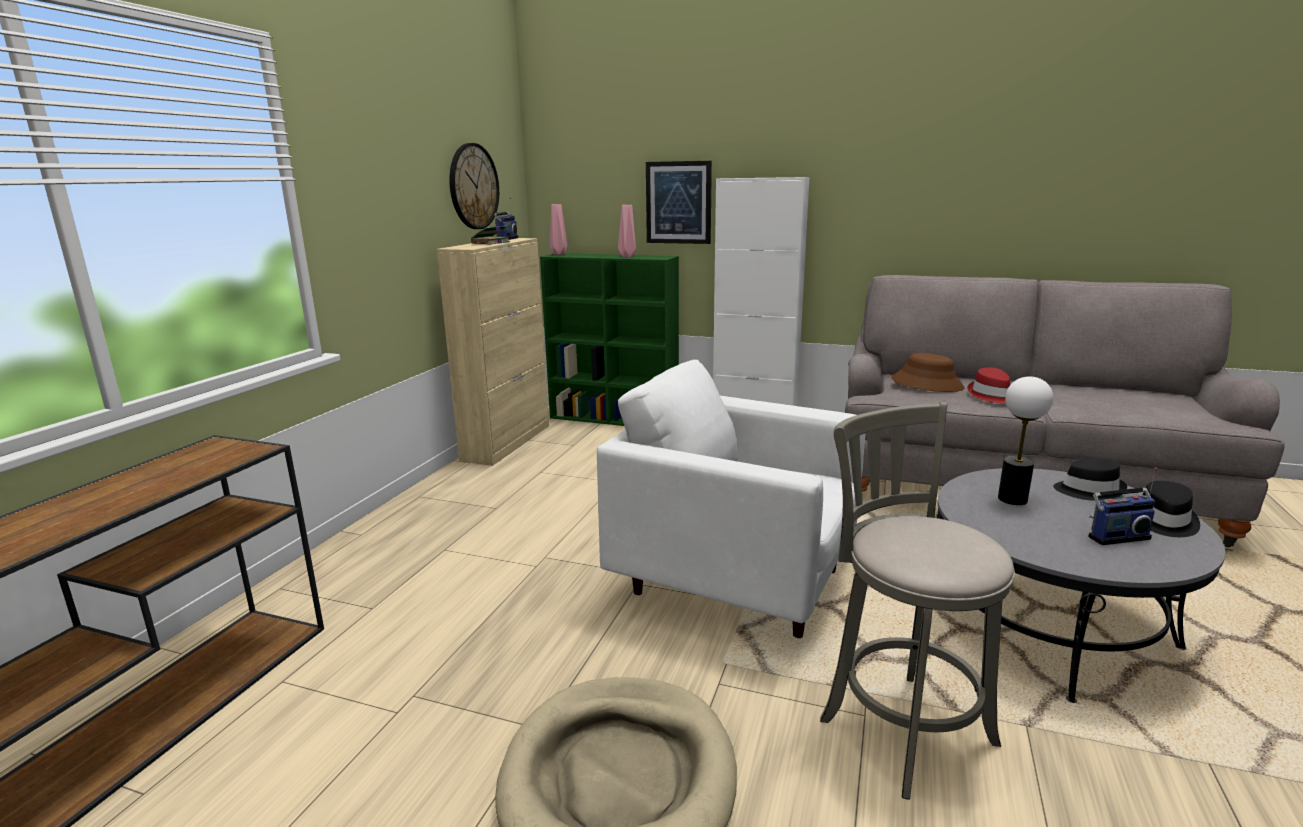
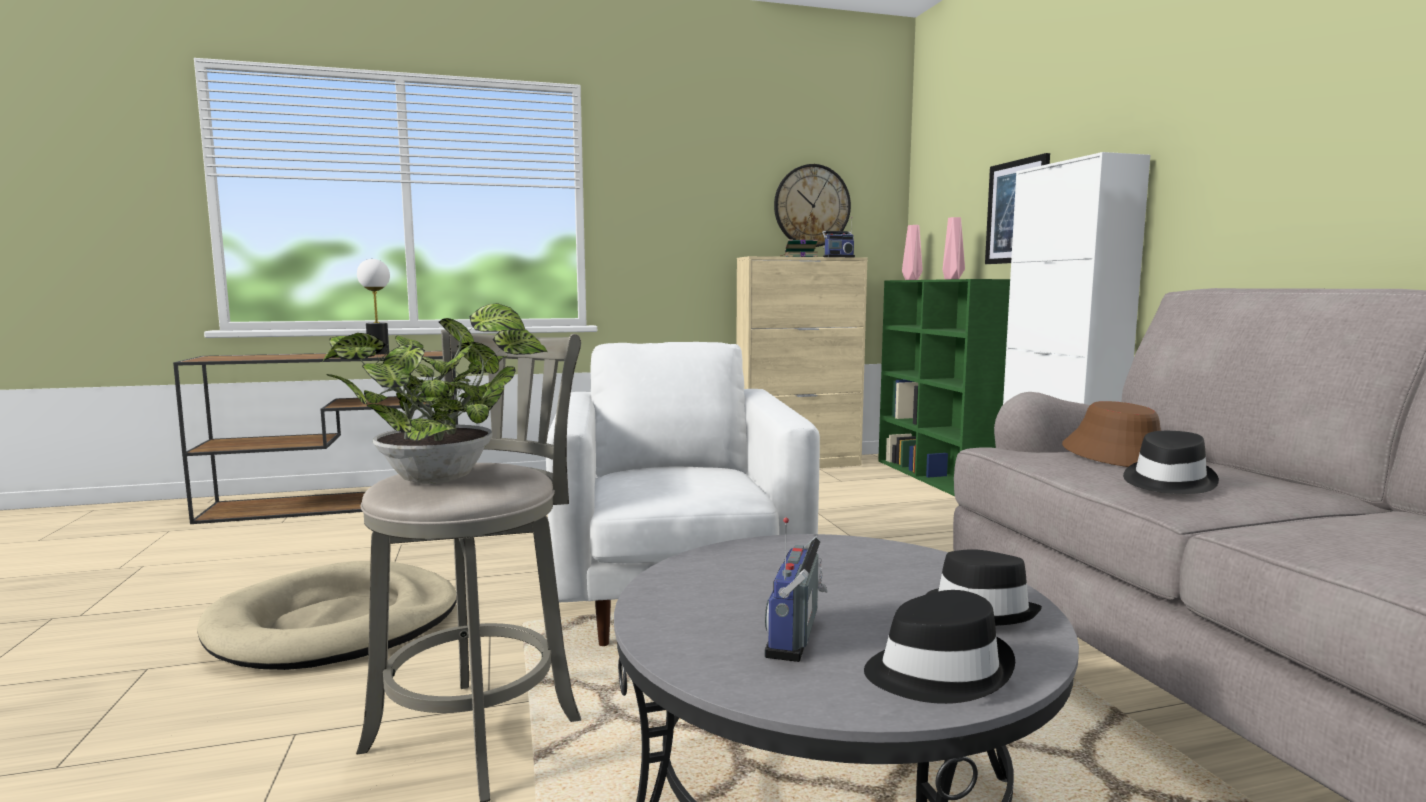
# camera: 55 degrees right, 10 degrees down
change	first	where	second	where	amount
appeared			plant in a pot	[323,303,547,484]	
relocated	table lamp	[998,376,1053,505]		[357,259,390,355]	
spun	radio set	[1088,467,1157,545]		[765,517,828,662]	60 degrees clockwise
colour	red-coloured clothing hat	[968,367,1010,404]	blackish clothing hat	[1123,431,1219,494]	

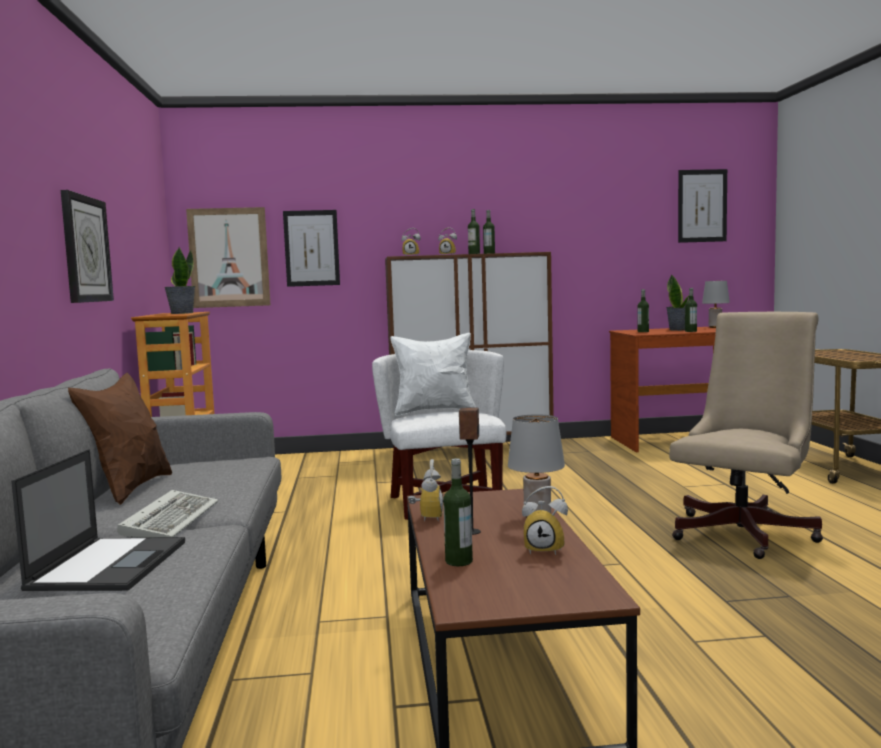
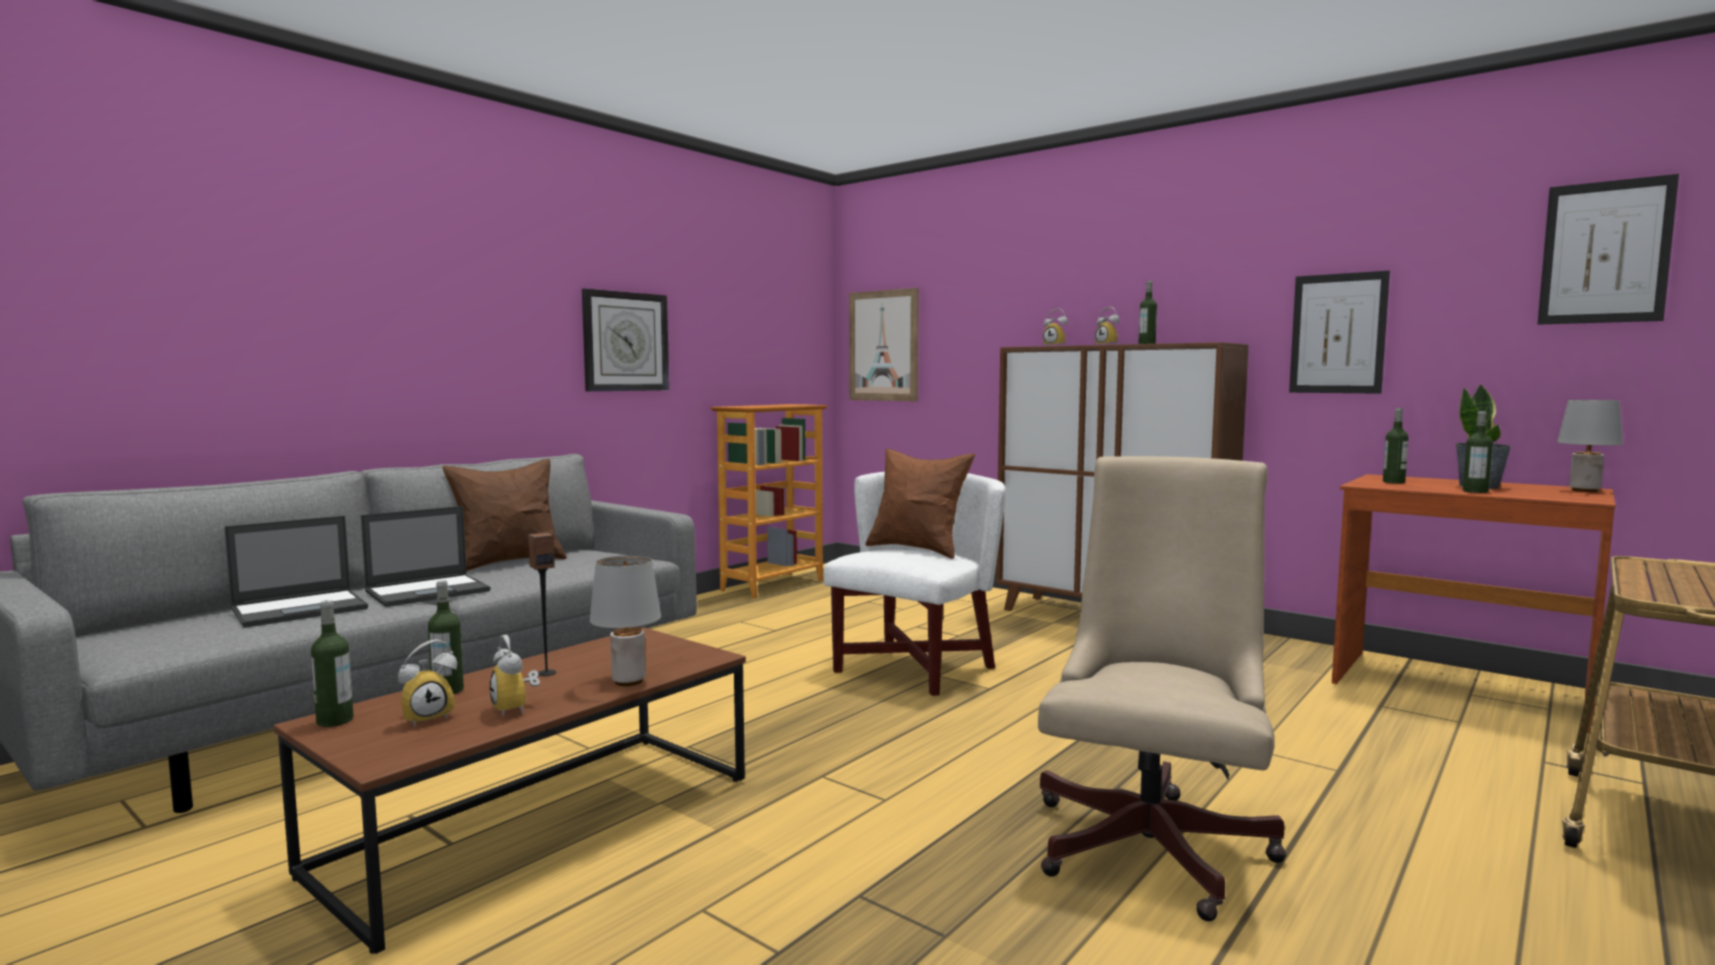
# camera: 45 degrees right, 0 degrees up
change	first	where	second	where	amount
relocated	drink bottle	[468,209,480,254]		[311,600,354,727]	
exchanged	keyboard	[117,490,218,538]	notebook computer	[361,506,491,607]	
relocated	table clock	[408,459,443,522]		[398,639,457,727]	
colour	white-coloured pillow	[390,332,476,416]	brownish pillow	[865,449,975,559]	
spun	beige desk chair	[669,312,823,559]		[1038,456,1287,922]	60 degrees counterclockwise
relocated	wall picture	[283,210,340,287]		[1289,271,1390,394]	
missing	plant in a pot	[164,247,196,314]			

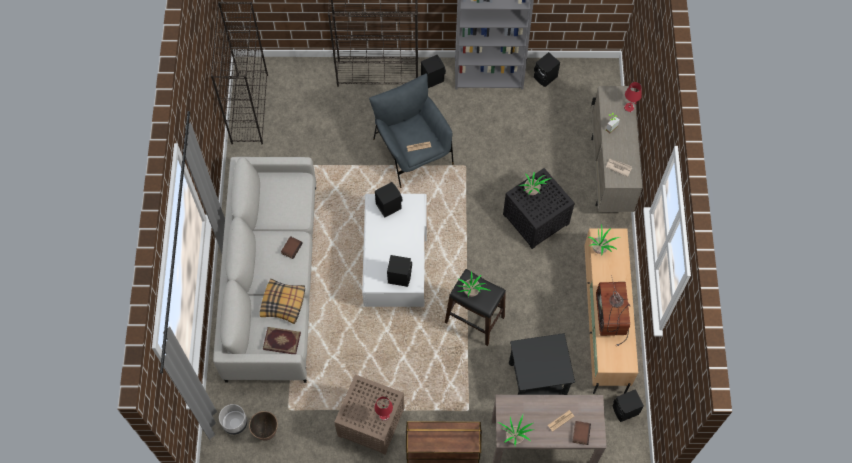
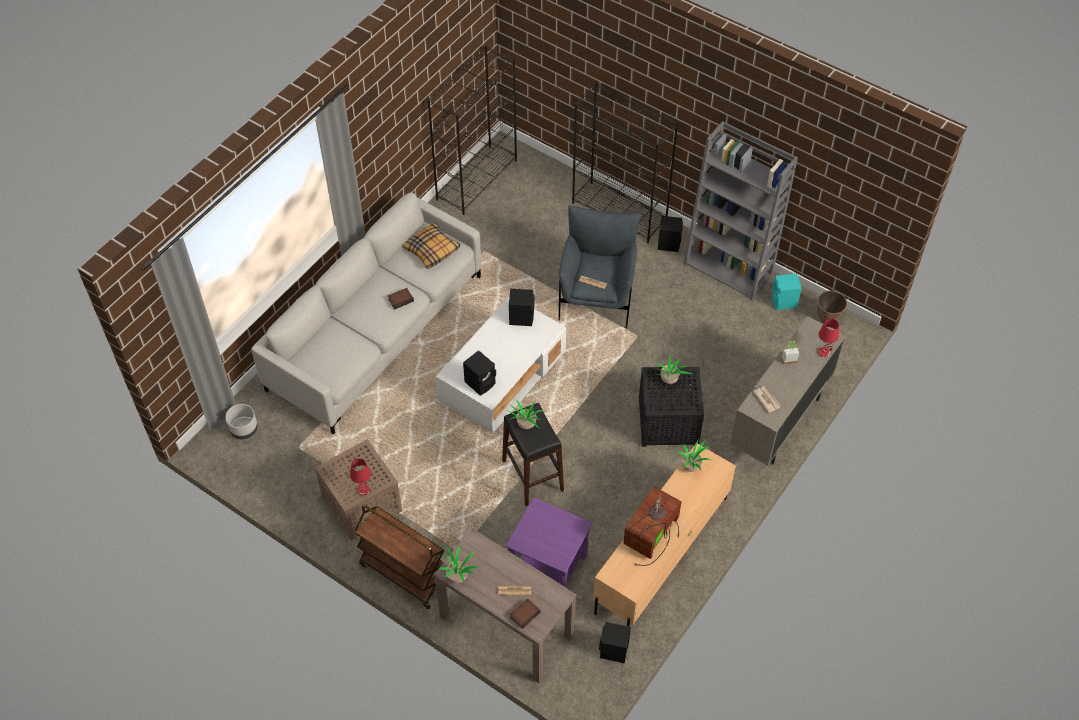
# camera: 35 degrees right, 10 degrees down
change	first	where	second	where	amount
relocated	pillow	[260,279,305,324]		[403,223,460,269]	
colour	blackish side table	[509,333,575,395]	purple-coloured side table	[506,497,592,588]	
colour	blackish audio speaker	[534,52,560,87]	blue-green audio speaker	[772,273,802,310]	
relocated	plant pot	[249,411,278,441]		[817,291,847,322]	
missing	volume	[263,327,301,354]			

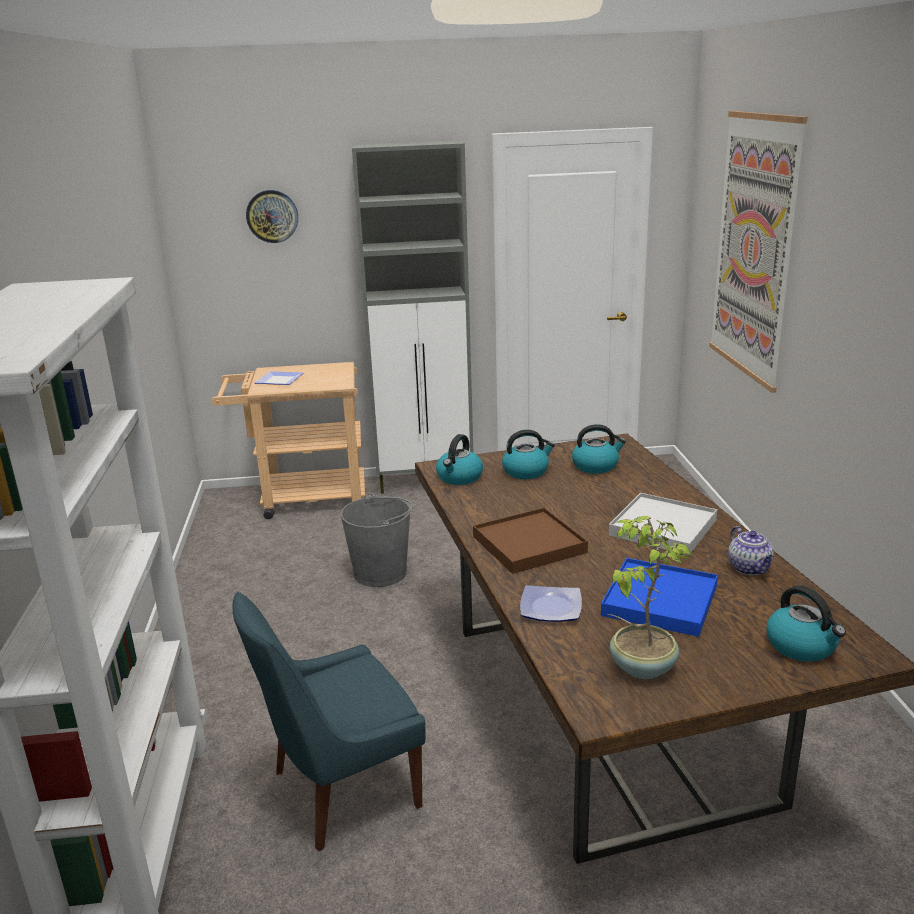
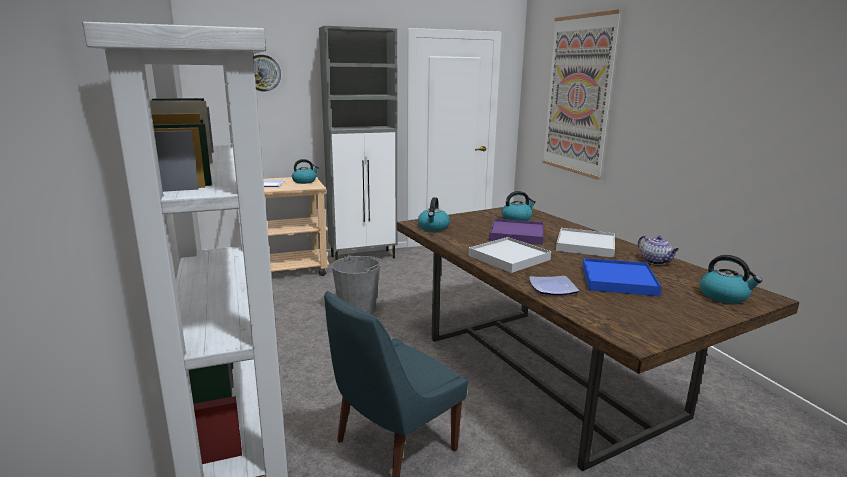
# camera: 15 degrees left, 5 degrees down
change	first	where	second	where	amount
relocated	water kettle	[502,430,555,479]		[292,159,319,184]	
colour	brownish carrying tray	[473,508,588,574]	white-coloured carrying tray	[469,237,551,273]	
appeared			purple-coloured carrying tray	[489,219,544,245]	
missing	plant in a pot	[607,516,693,679]			

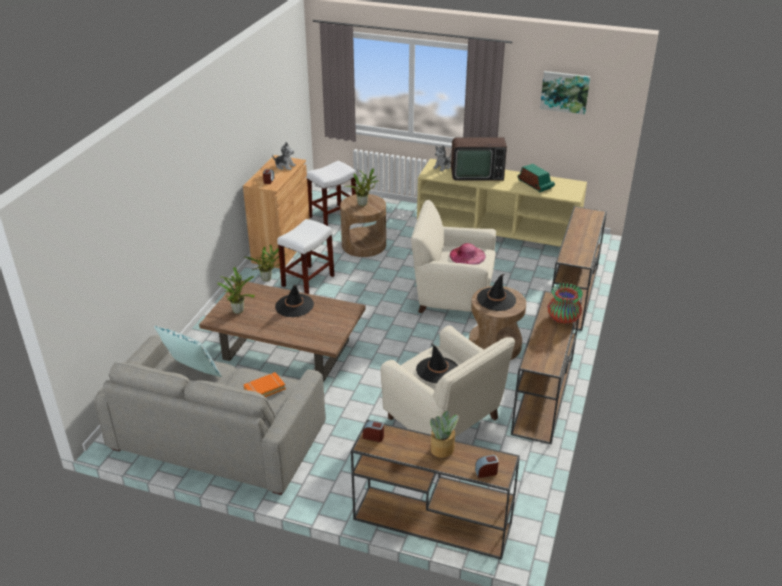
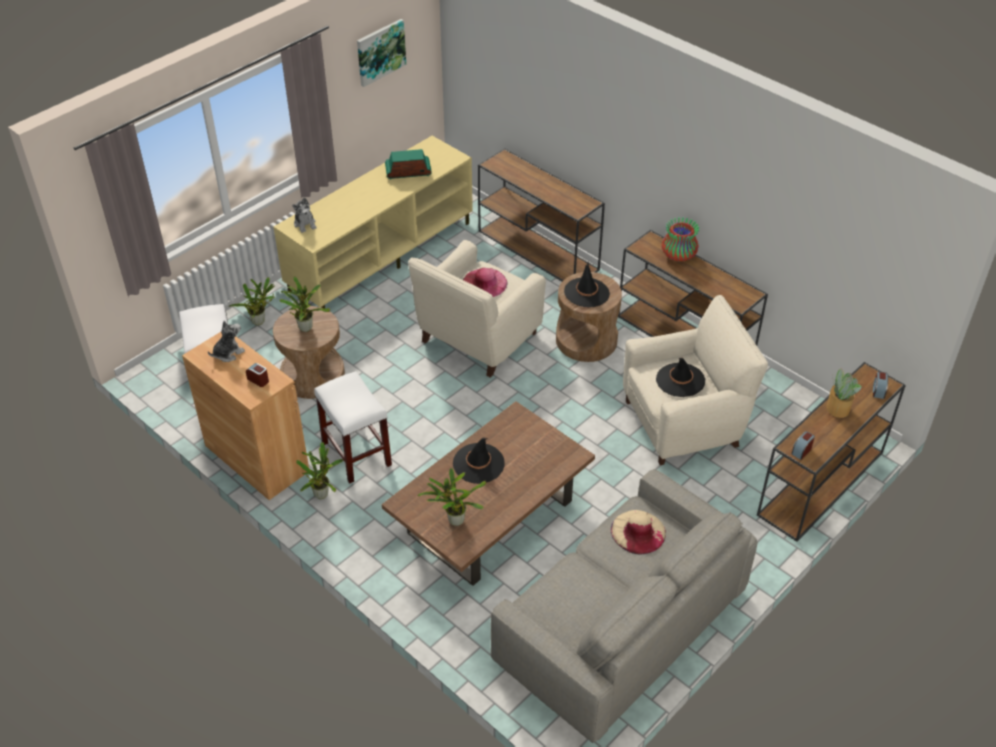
# camera: 65 degrees left, 10 degrees up
change	first	where	second	where	amount
appeared			plant in a pot	[229,277,275,326]	
exchanged	orangey volume	[244,372,286,397]	beige clothing hat	[611,510,666,555]	
missing	pillow	[154,326,222,377]			
missing	TV set	[451,137,507,181]			

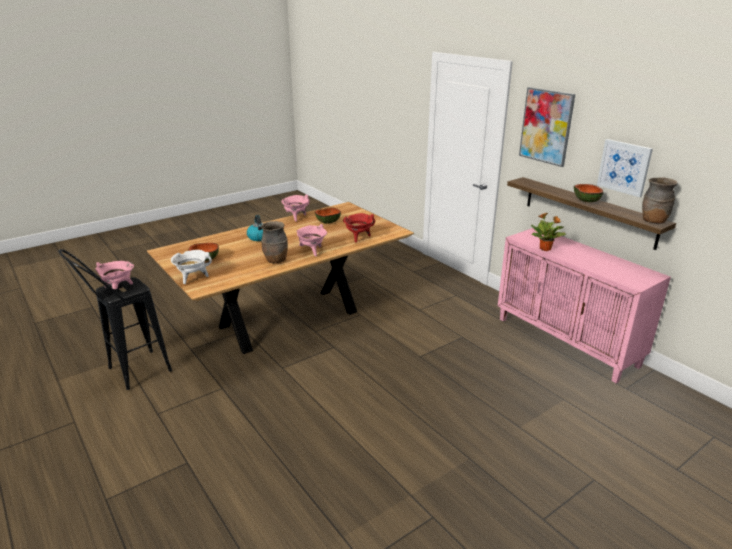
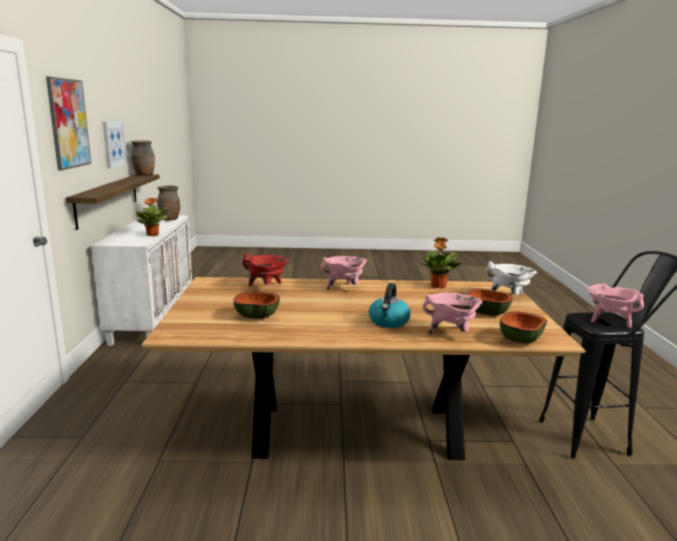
# camera: 145 degrees left, 10 degrees down
change	first	where	second	where	amount
colour	pink-coloured storage cabinet	[498,228,671,383]	white-coloured storage cabinet	[91,215,192,346]	
relocated	brownish vase	[261,221,288,264]		[157,186,180,220]	
appeared			plant in a pot	[420,237,462,288]	
relocated	pink-coloured cooking pot	[281,195,310,222]		[422,292,483,334]	
relocated	bowl	[574,184,603,202]		[500,311,547,344]	

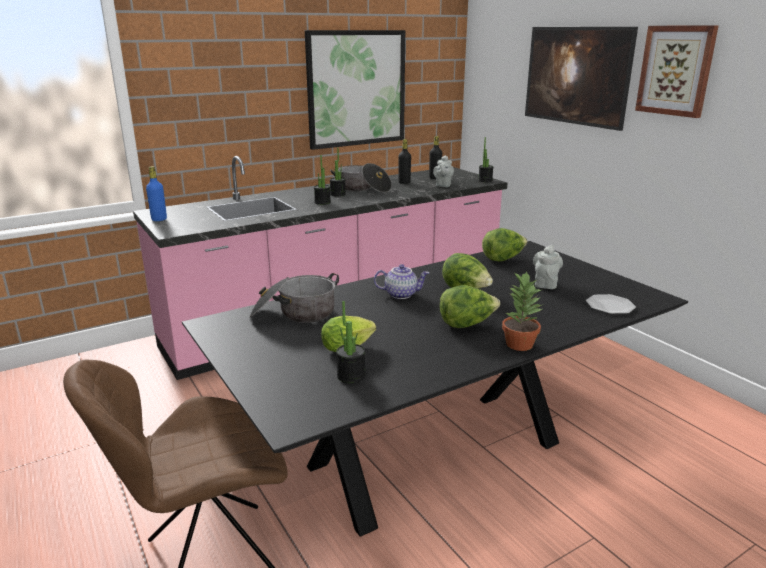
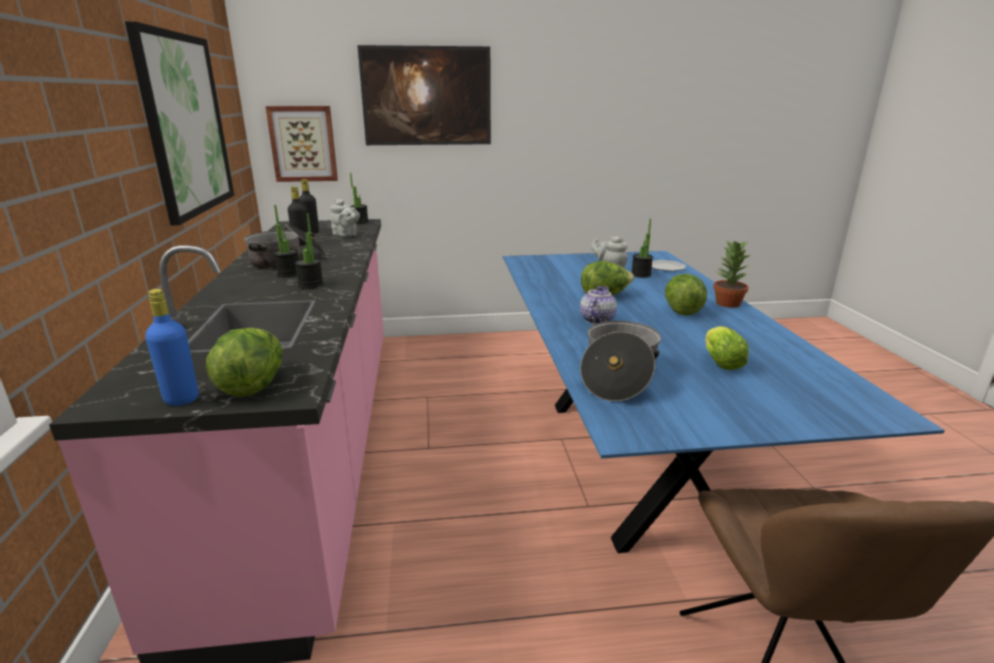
# camera: 65 degrees left, 0 degrees up
change	first	where	second	where	amount
relocated	head of lettuce	[482,228,527,261]		[206,328,282,397]	
relocated	wall picture	[635,25,719,118]		[265,106,338,182]	
colour	blackish dinner table	[182,241,688,537]	bluish dinner table	[503,251,945,553]	
relocated	plant in a pot	[336,301,366,383]		[632,219,653,278]	

